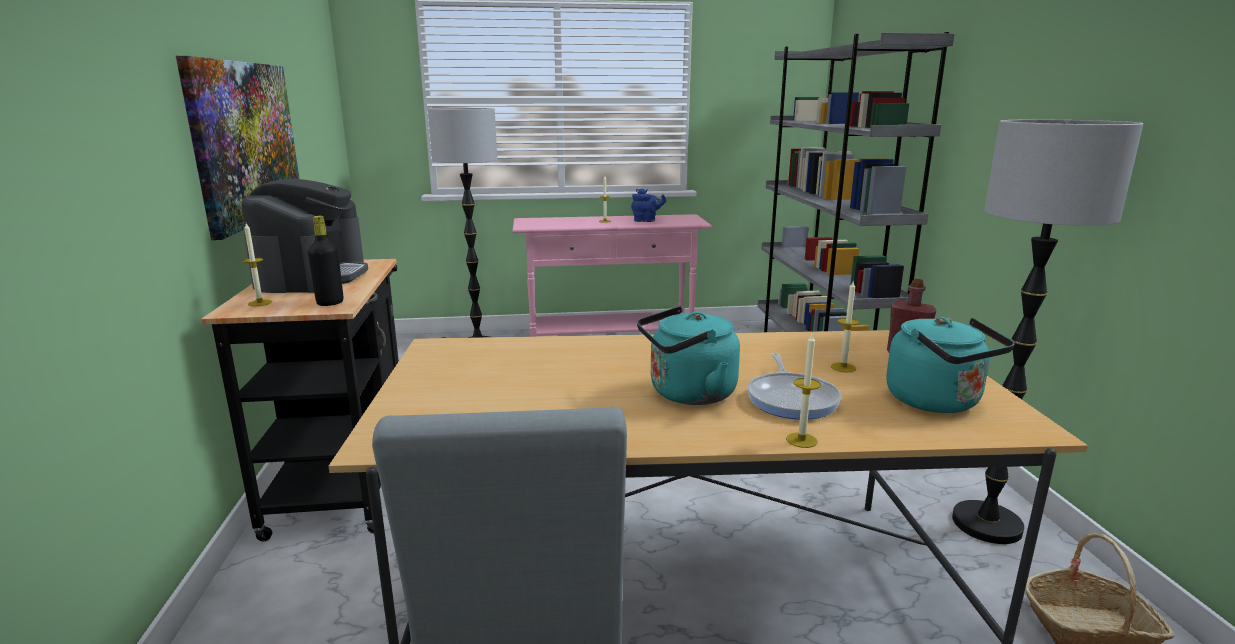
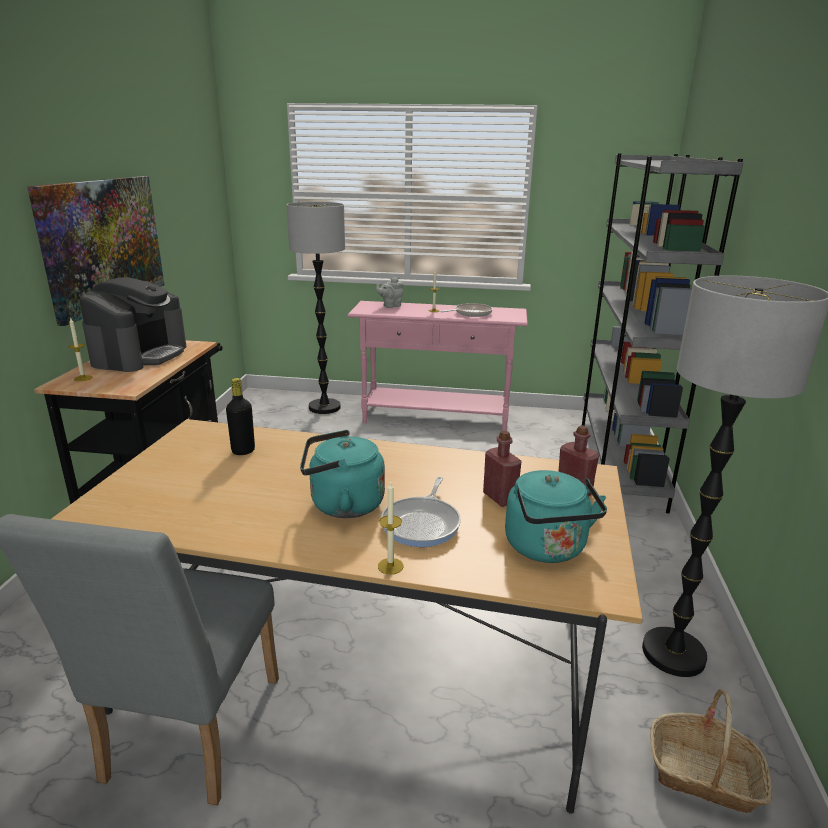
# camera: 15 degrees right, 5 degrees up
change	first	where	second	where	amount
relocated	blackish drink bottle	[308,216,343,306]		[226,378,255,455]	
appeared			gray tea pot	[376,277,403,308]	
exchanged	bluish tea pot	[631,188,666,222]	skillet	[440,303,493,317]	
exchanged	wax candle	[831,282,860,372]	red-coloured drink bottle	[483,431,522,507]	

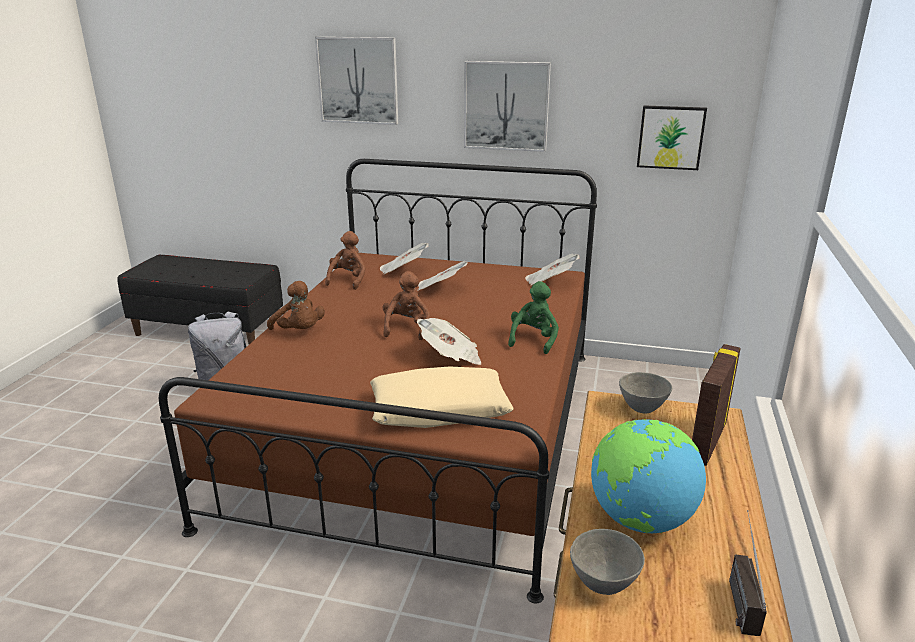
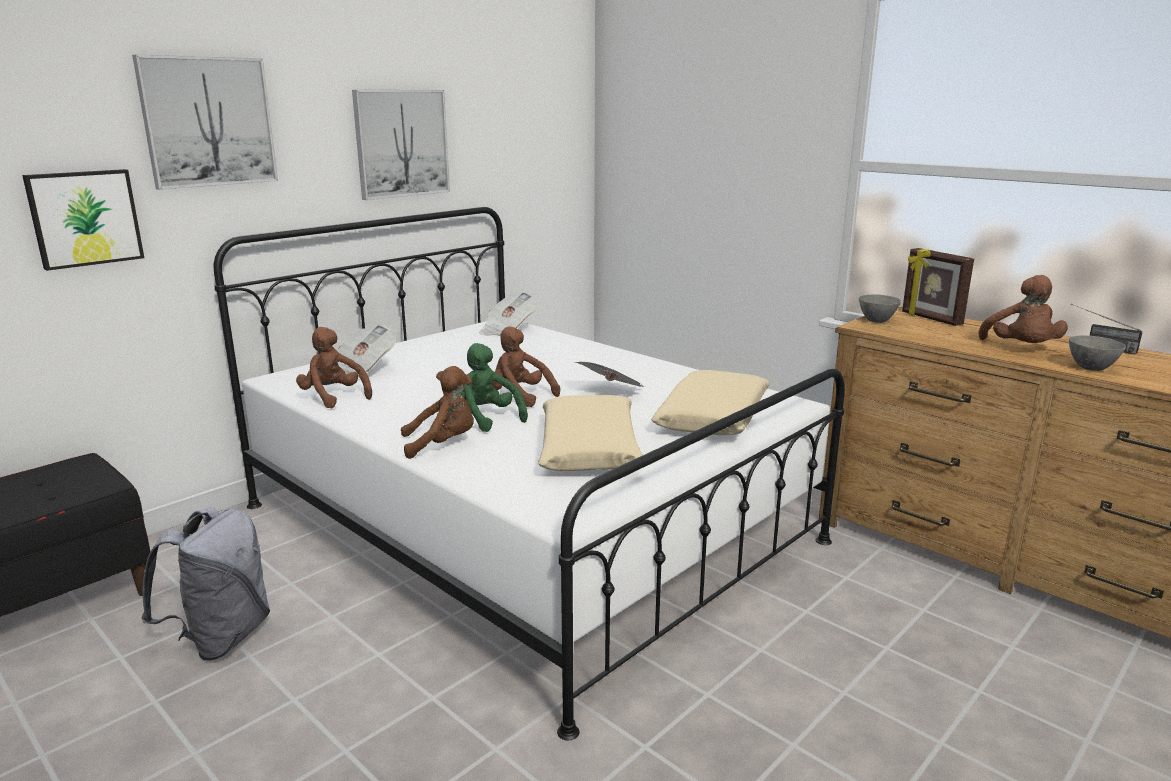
# camera: 60 degrees left, 5 degrees down
change	first	where	second	where	amount
relocated	wall picture	[637,105,707,170]		[22,169,144,271]	
colour	brownish bed	[159,159,597,604]	white-coloured bed	[214,207,845,741]	
relocated	greenish cuddly toy	[508,281,559,354]		[461,343,528,432]	
appeared			beige pillow	[538,395,643,471]	
exchanged	desk globe	[591,419,706,533]	brownish cuddly toy	[979,275,1068,343]	
missing	newspaper	[417,261,468,291]			

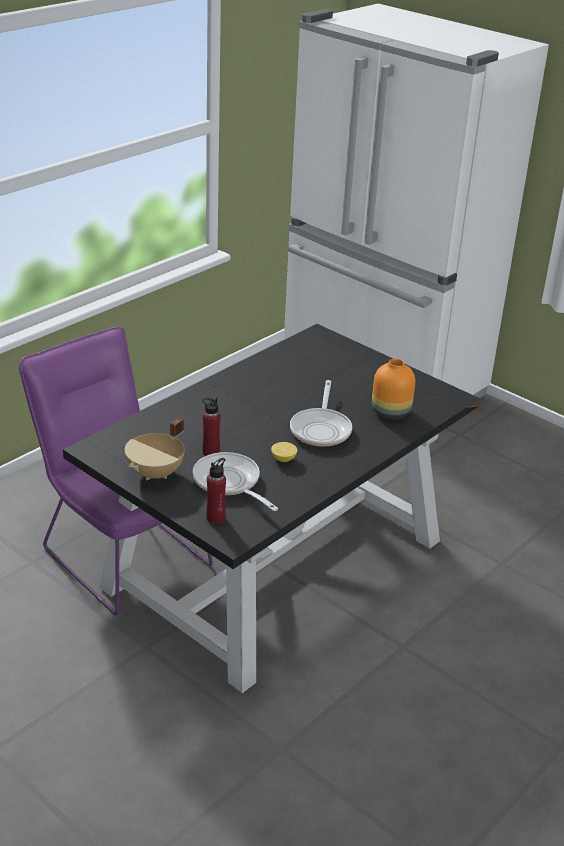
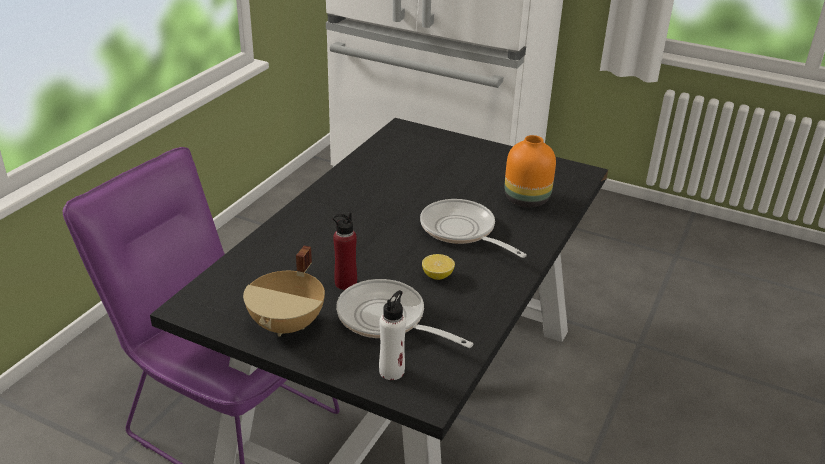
# camera: 15 degrees left, 0 degrees up
change	first	where	second	where	amount
colour	red-coloured drink bottle	[206,458,226,524]	white-coloured drink bottle	[379,290,406,380]	
spun	skillet	[290,380,352,447]		[420,199,527,258]	150 degrees clockwise

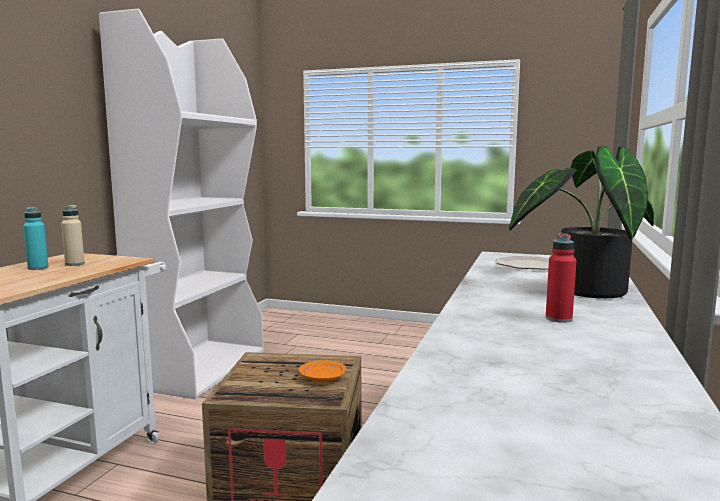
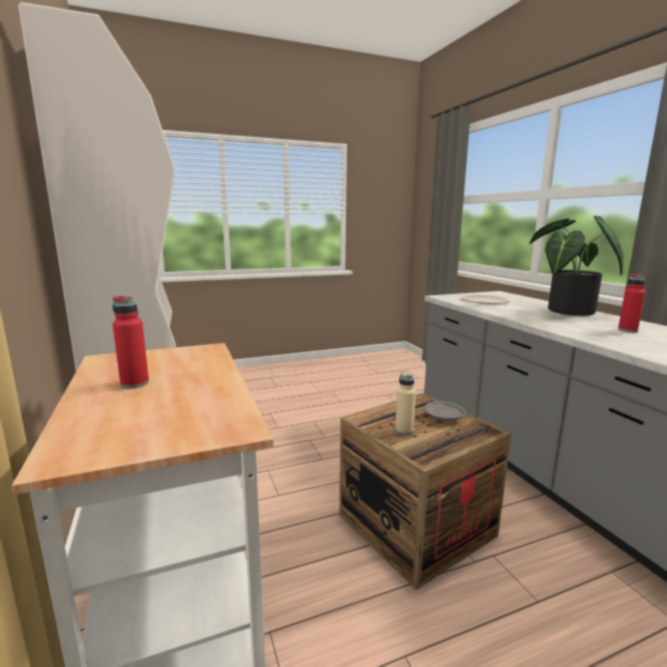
# camera: 40 degrees left, 5 degrees up
change	first	where	second	where	amount
colour	blue-green drink bottle	[23,207,49,270]	red-coloured drink bottle	[112,296,149,388]	
relocated	beige drink bottle	[61,205,85,266]		[395,371,416,435]	
colour	orangey plate	[299,360,346,382]	gray plate	[424,401,466,421]	

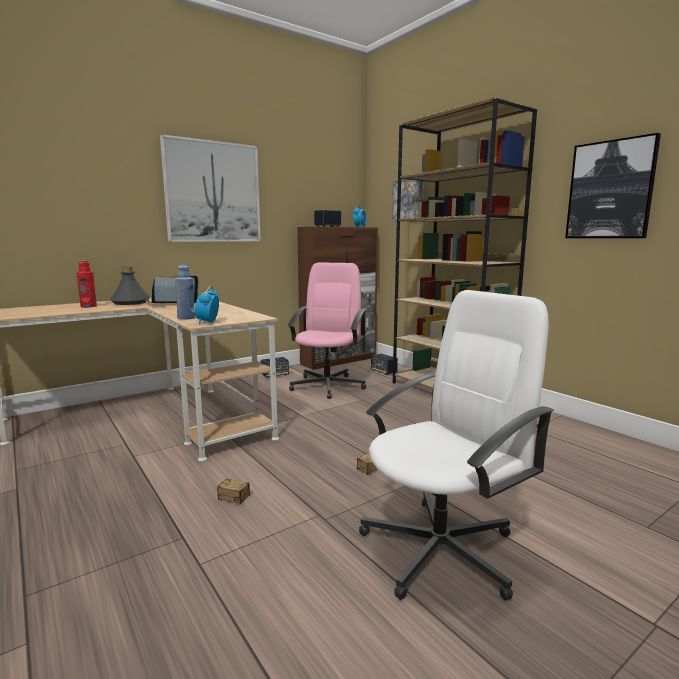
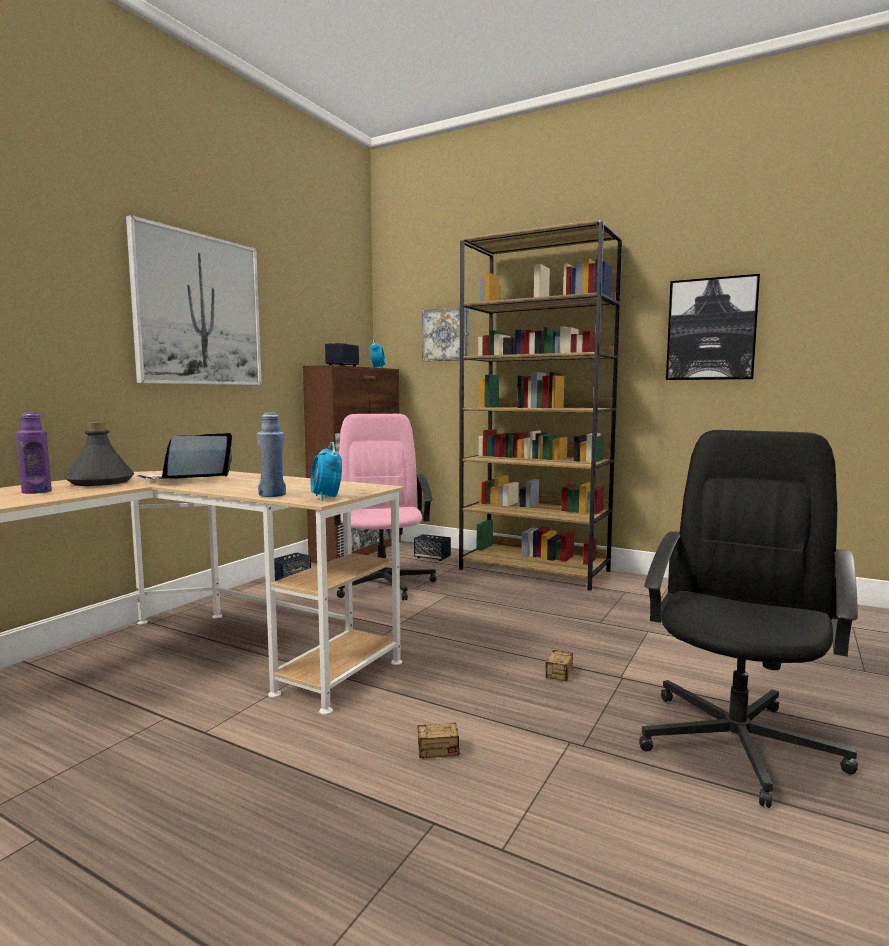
# camera: 25 degrees left, 5 degrees down
change	first	where	second	where	amount
colour	red-coloured drink bottle	[77,261,97,308]	purple-coloured drink bottle	[16,412,52,494]	
colour	white-coloured desk chair	[359,290,554,600]	blackish desk chair	[639,430,858,808]	

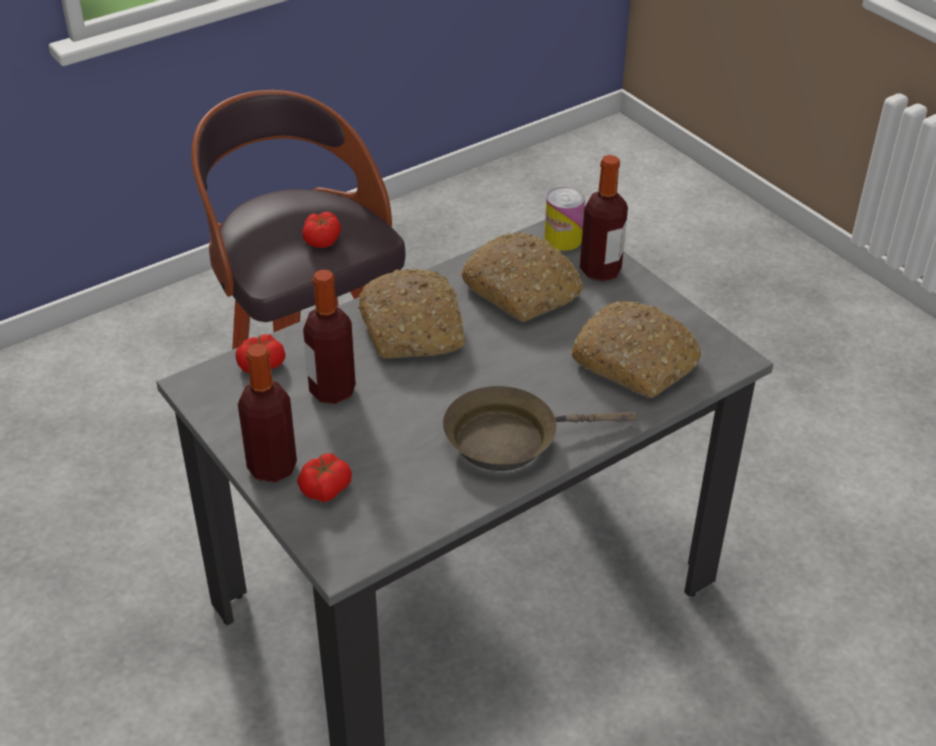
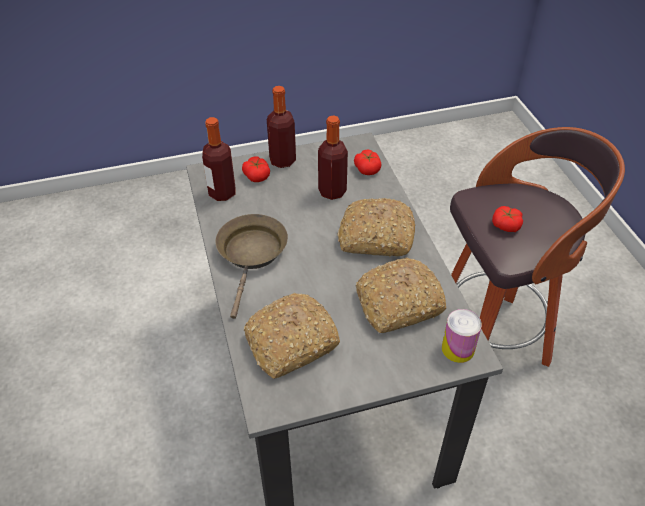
# camera: 110 degrees right, 5 degrees up
change	first	where	second	where	amount
relocated	drink bottle	[580,155,628,281]		[202,117,235,201]	

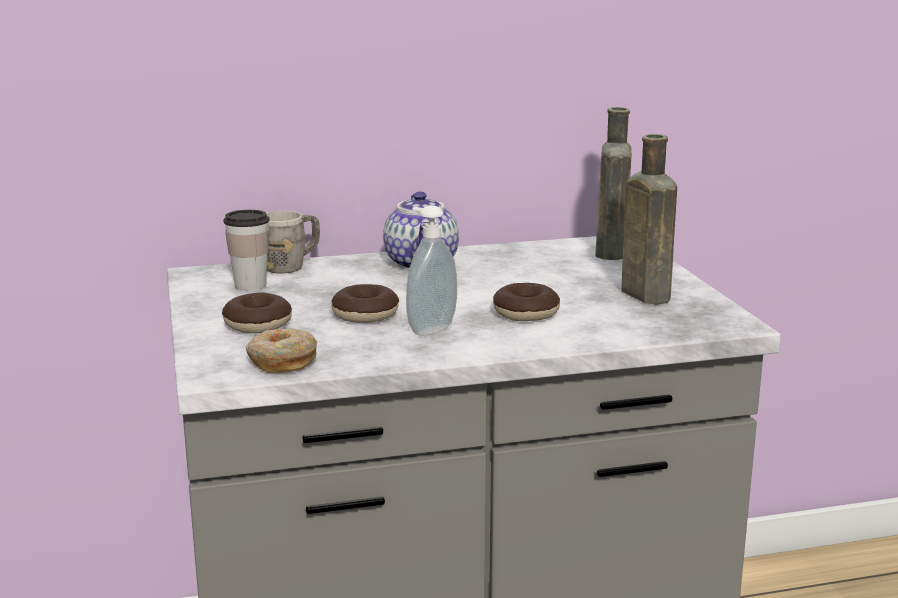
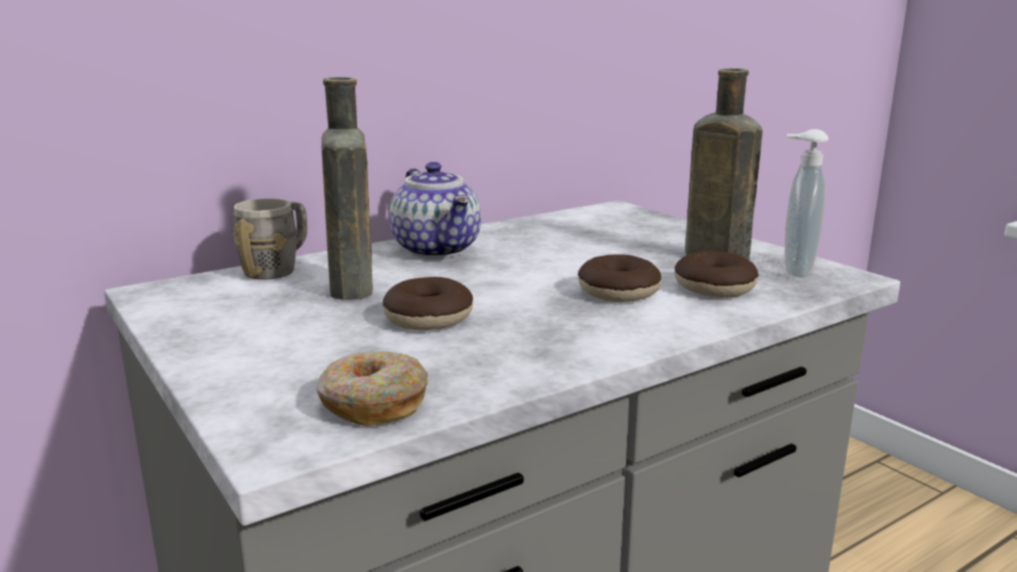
# camera: 20 degrees left, 0 degrees up
change	first	where	second	where	amount
relocated	brownish drink bottle	[596,107,632,260]		[321,77,373,300]	
relocated	doughnut	[222,293,292,333]		[675,251,759,297]	
relocated	soap bottle	[406,205,457,336]		[785,129,829,277]	
missing	small cup	[223,210,269,290]			

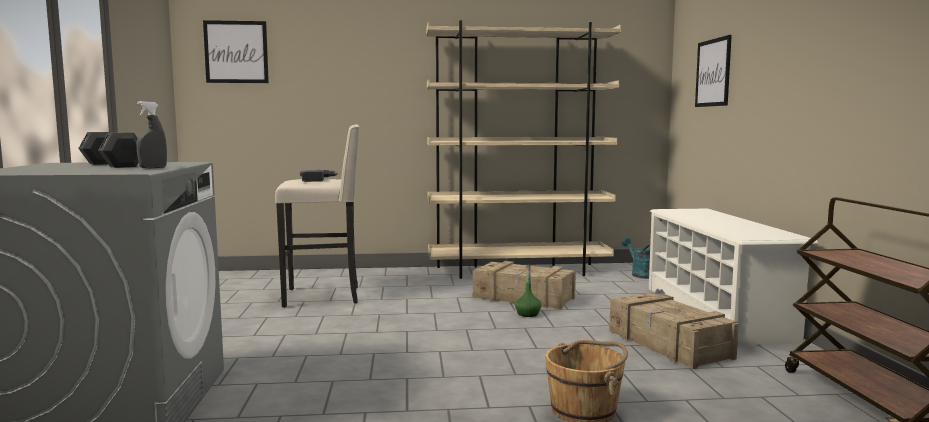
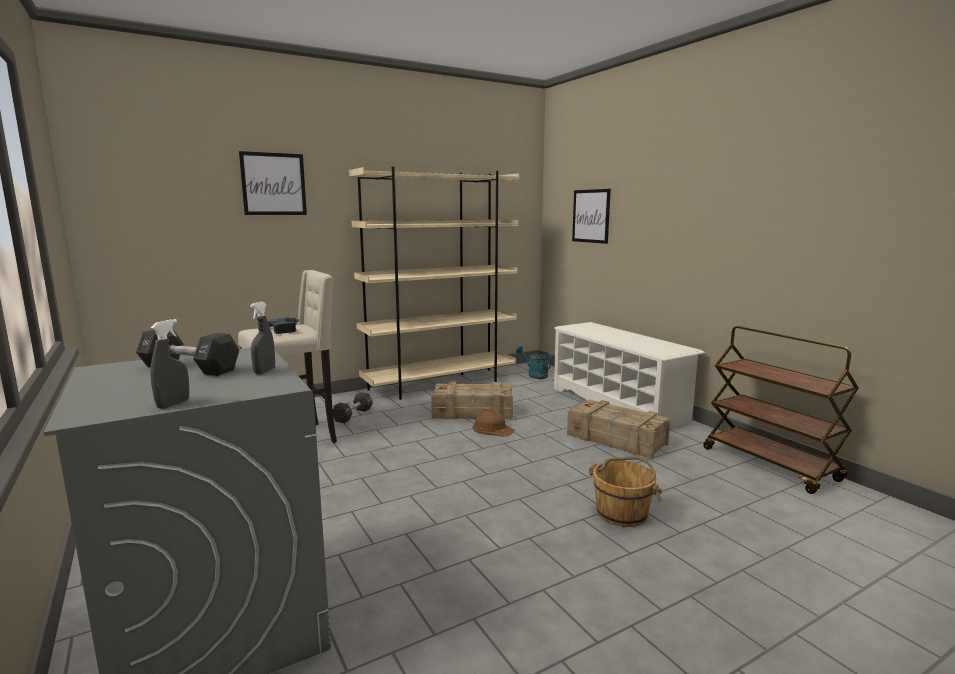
# camera: 25 degrees left, 5 degrees up
change	first	where	second	where	amount
appeared			gray spray bottle	[150,319,189,409]	
relocated	wall picture	[203,20,269,83]		[239,151,307,215]	
appeared			blackish dumbbell	[333,392,373,423]	
exchanged	greenish drink bottle	[515,265,541,317]	brownish work helmet	[473,409,515,437]	

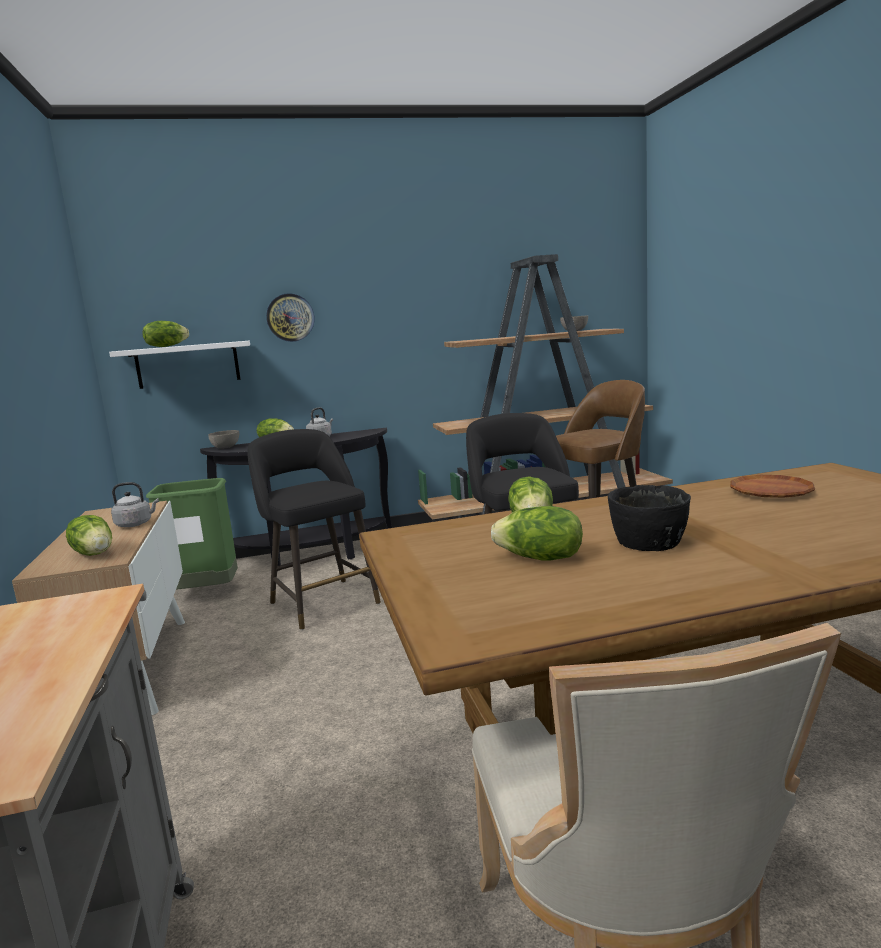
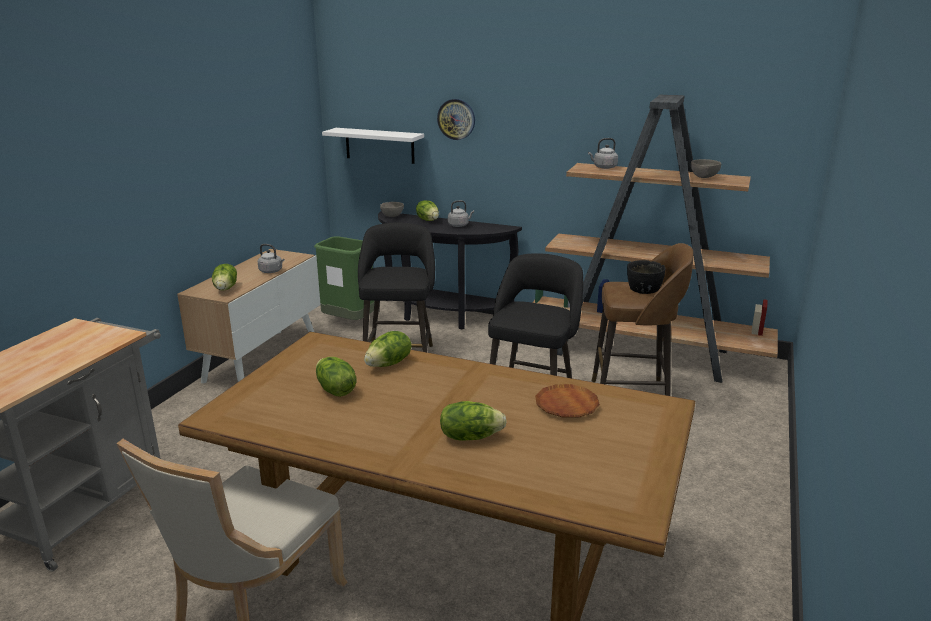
# camera: 35 degrees right, 10 degrees up
change	first	where	second	where	amount
relocated	head of lettuce	[142,321,189,347]		[440,401,507,441]	
appeared			gray water kettle	[588,138,618,169]	
relocated	blackish bowl	[608,485,691,551]		[627,260,665,294]	

